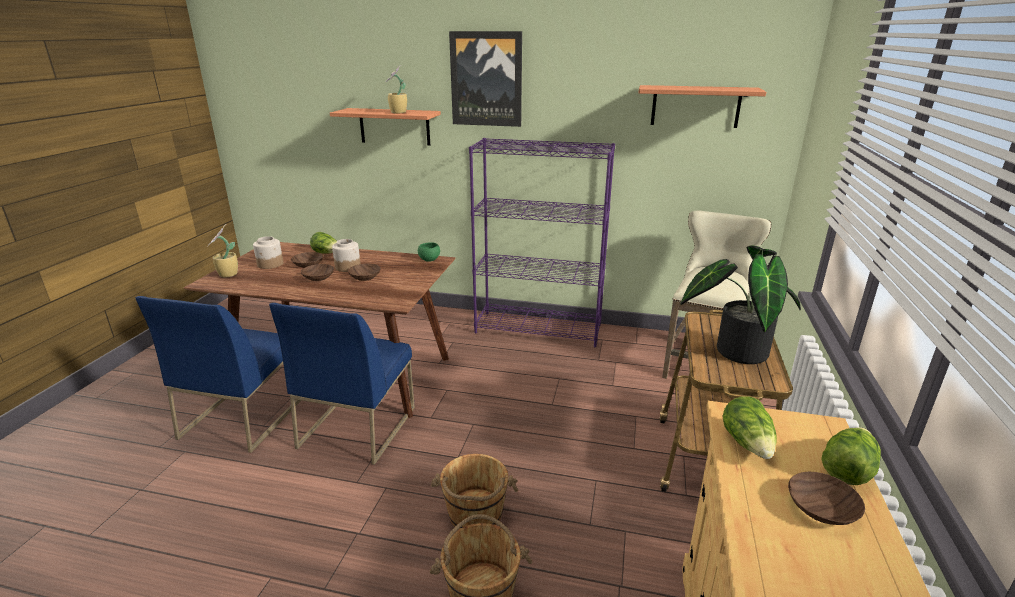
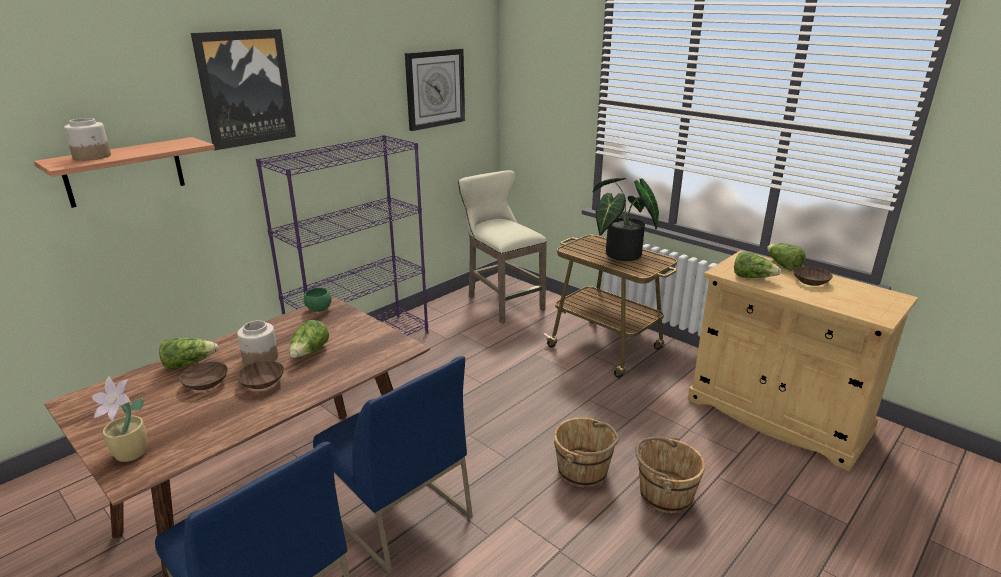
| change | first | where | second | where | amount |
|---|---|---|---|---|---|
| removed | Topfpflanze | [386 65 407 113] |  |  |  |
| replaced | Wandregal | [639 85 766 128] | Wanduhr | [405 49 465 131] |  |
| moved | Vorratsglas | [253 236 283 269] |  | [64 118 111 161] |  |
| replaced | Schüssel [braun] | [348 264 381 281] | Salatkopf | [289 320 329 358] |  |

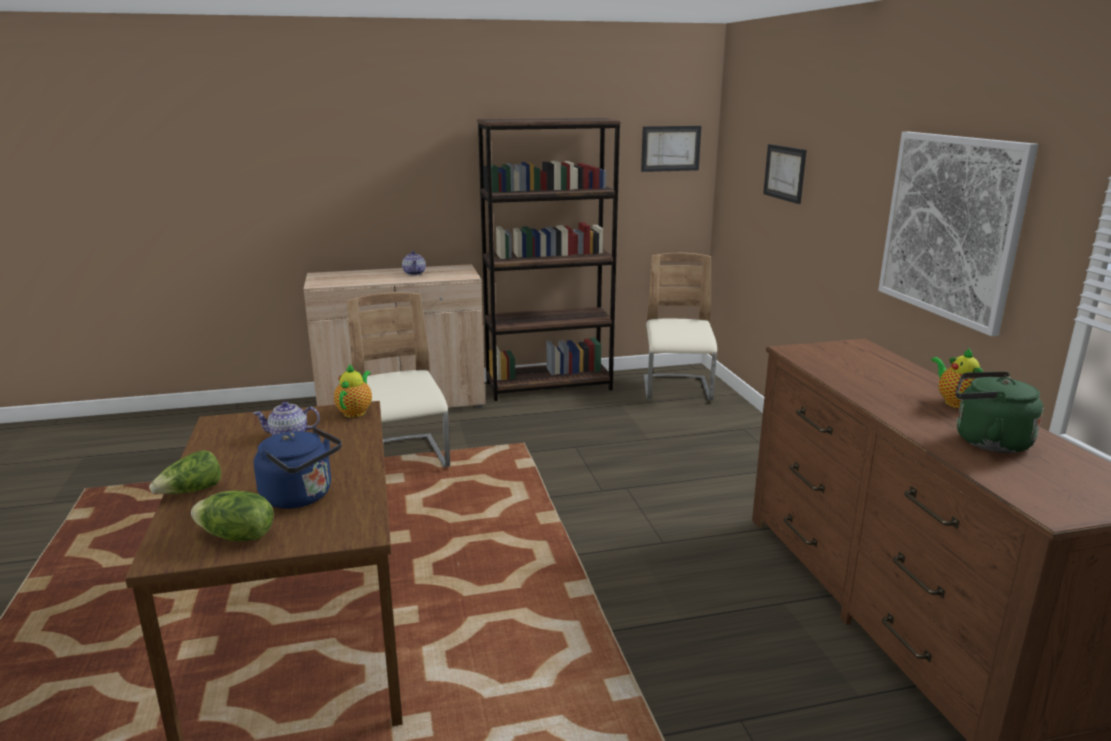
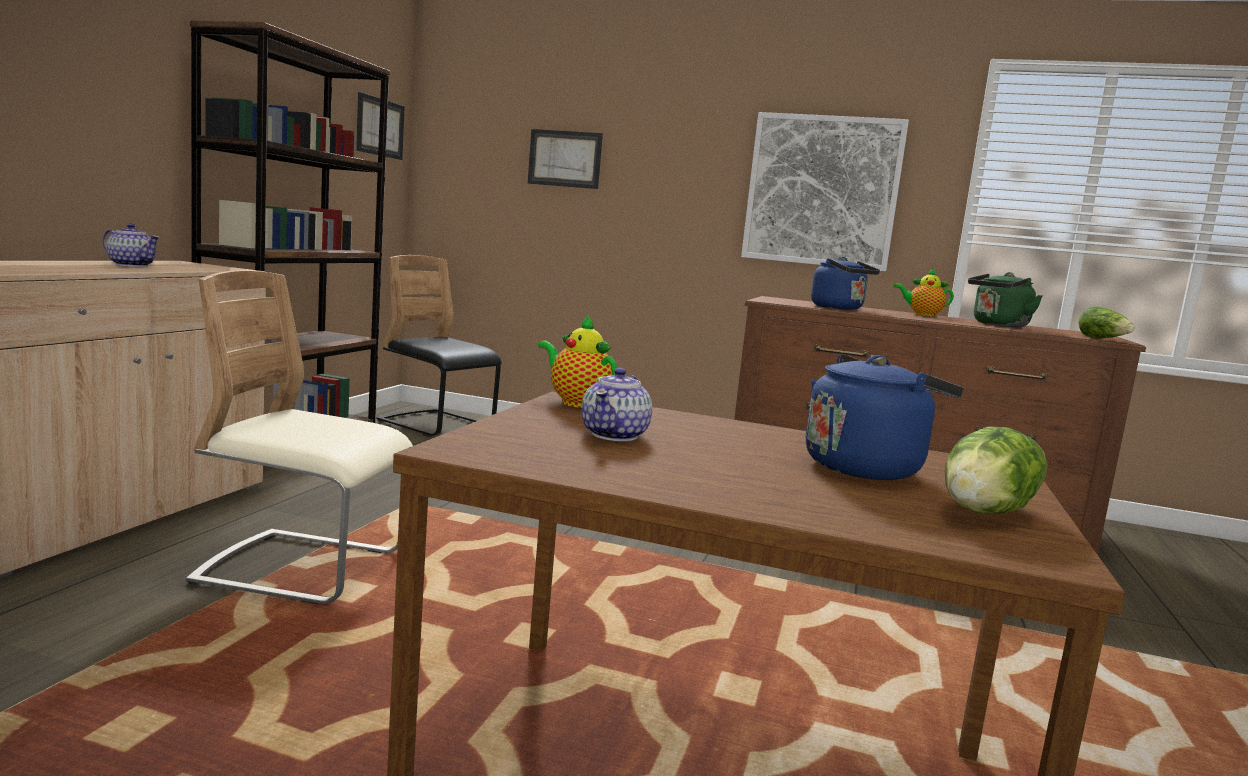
| change | first | where | second | where | amount |
|---|---|---|---|---|---|
| recoloured | Stuhl [beige] | [644 253 717 401] | Stuhl [schwarz] | [376 255 502 437] |  |
| moved | Salatkopf | [149 450 221 494] |  | [1078 306 1135 338] |  |
| added |  |  | Wasserkessel [blau] | [811 256 880 310] |  |

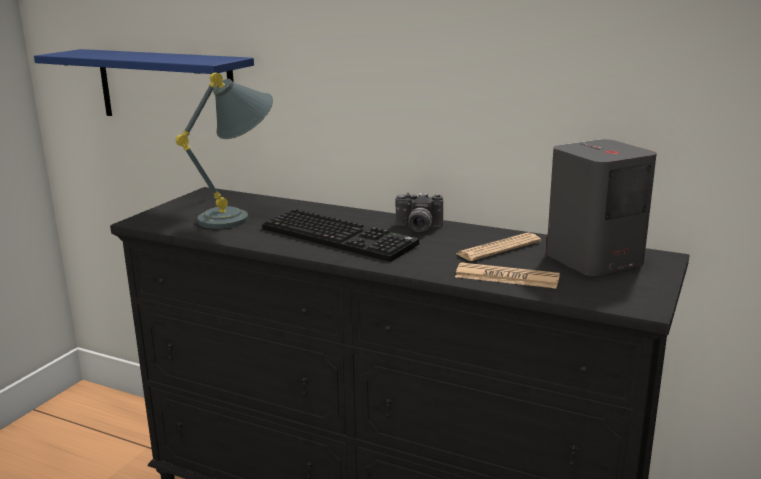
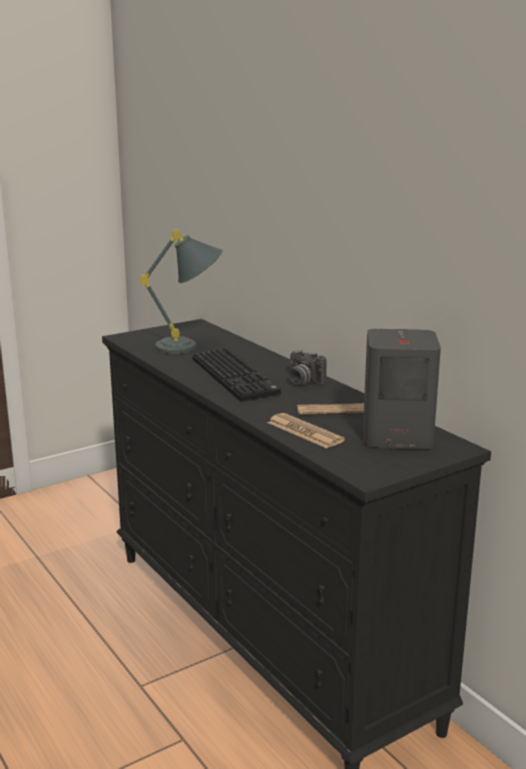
| change | first | where | second | where | amount |
|---|---|---|---|---|---|
| removed | Wandregal [blau] | [34 49 254 116] |  |  |  |

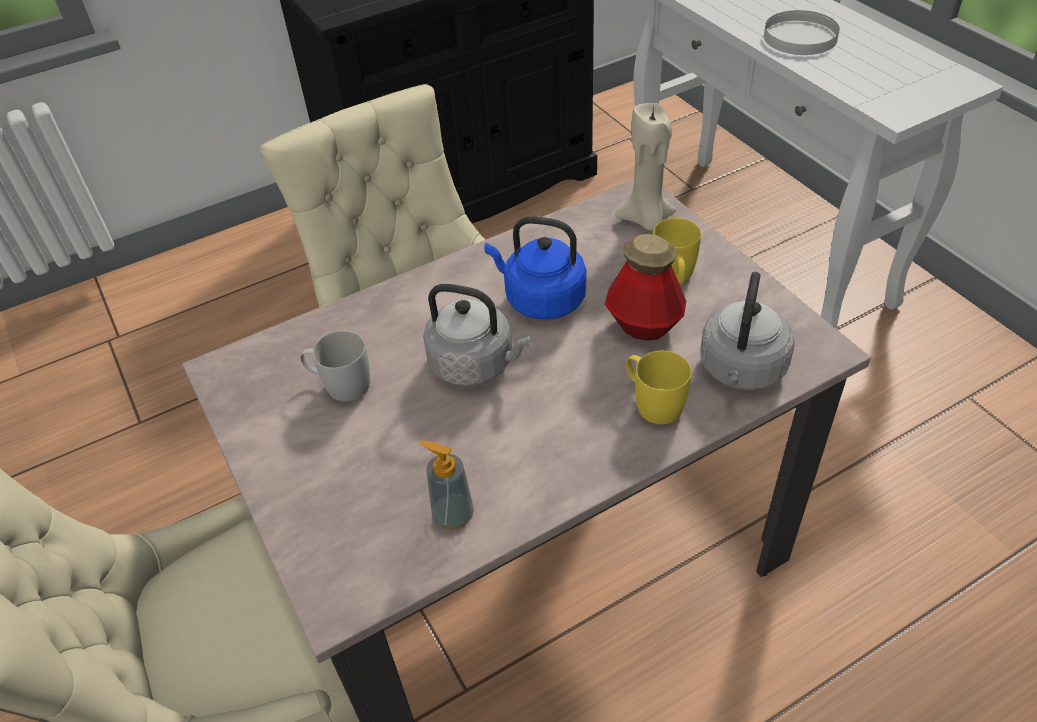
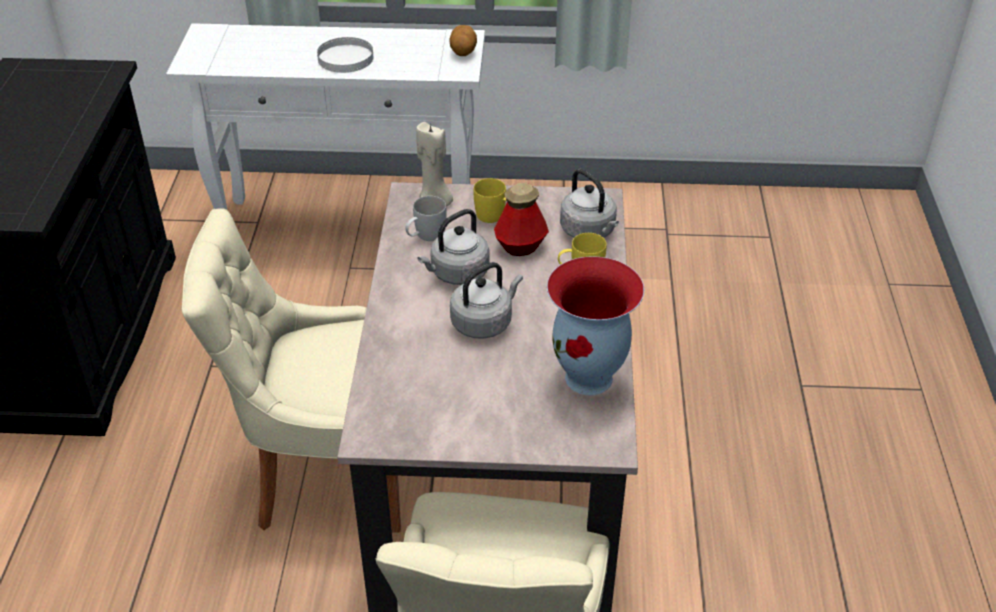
| change | first | where | second | where | amount |
|---|---|---|---|---|---|
| recoloured | Wasserkessel [blau] | [484 216 586 320] | Wasserkessel [grau] | [418 209 490 285] |  |
| moved | Henkelbecher [weiß] | [300 331 370 402] |  | [405 196 446 241] |  |
| replaced | Seifenspender | [419 440 474 530] | Vase | [547 256 644 395] |  |
| added |  |  | Kartoffel | [449 25 477 56] |  |

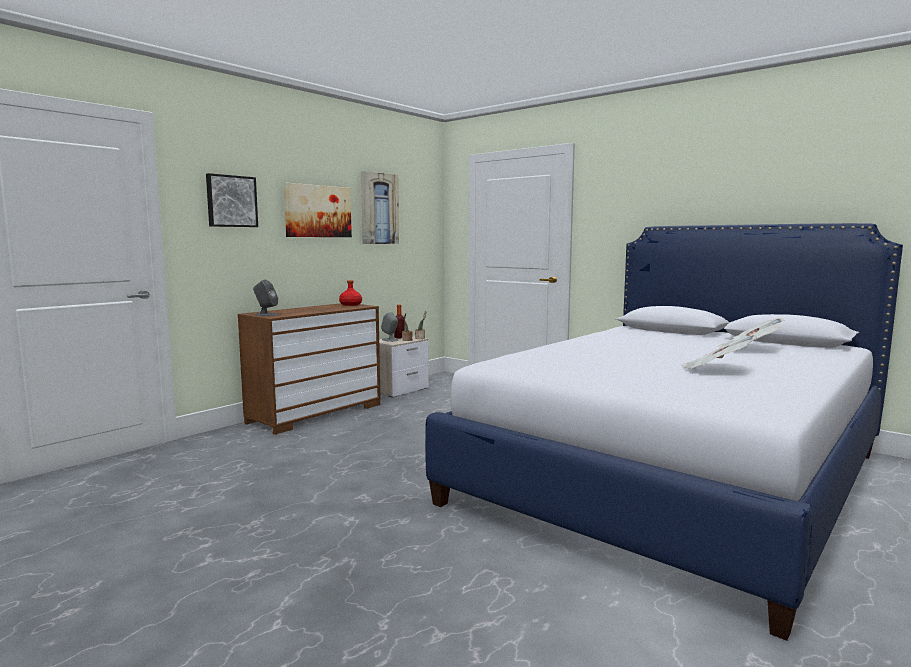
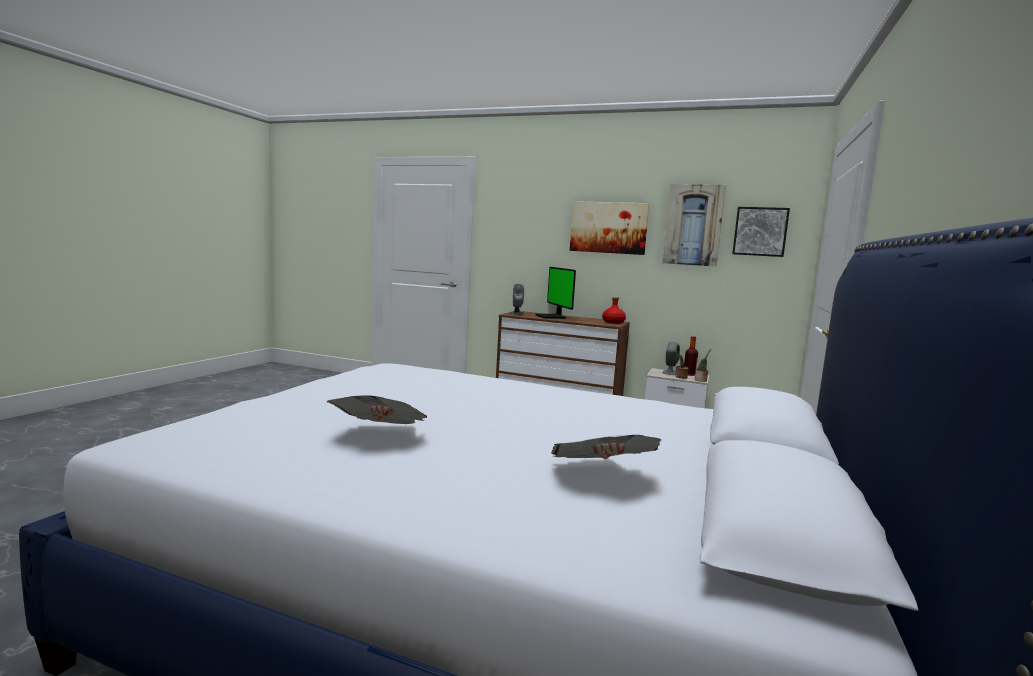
| change | first | where | second | where | amount |
|---|---|---|---|---|---|
| moved | Bild | [206 173 258 227] |  | [732 207 790 257] |  |
| added |  |  | Monitor | [536 267 576 319] |  |

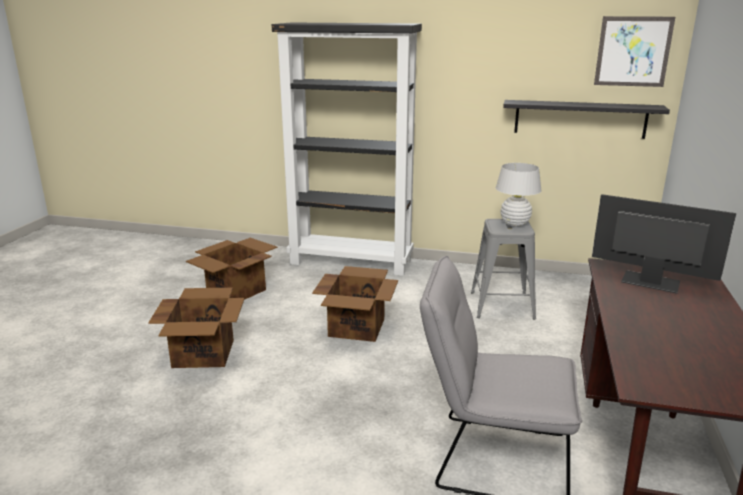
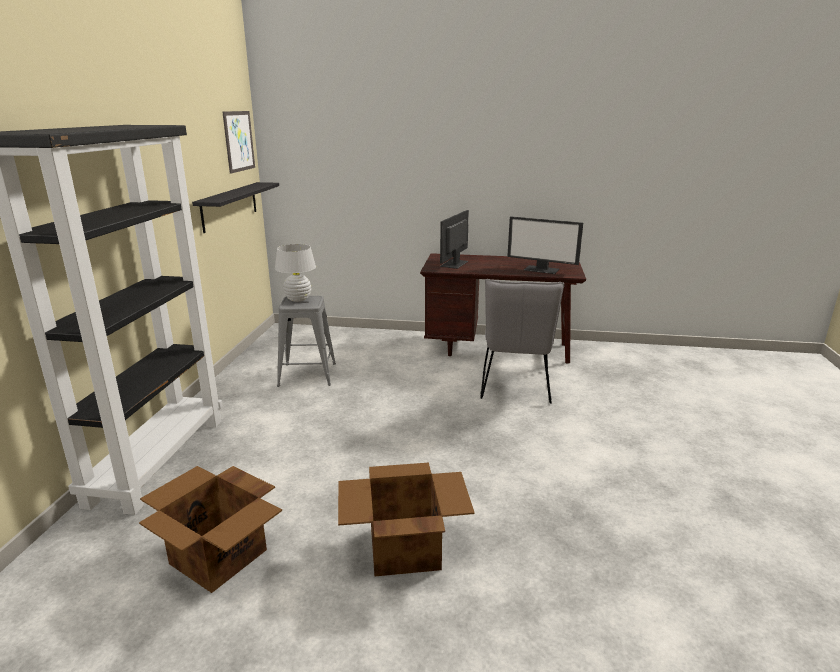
| change | first | where | second | where | amount |
|---|---|---|---|---|---|
| removed | Karton | [312 266 398 342] |  |  |  |
| added |  |  | Monitor | [507 216 583 274] |  |

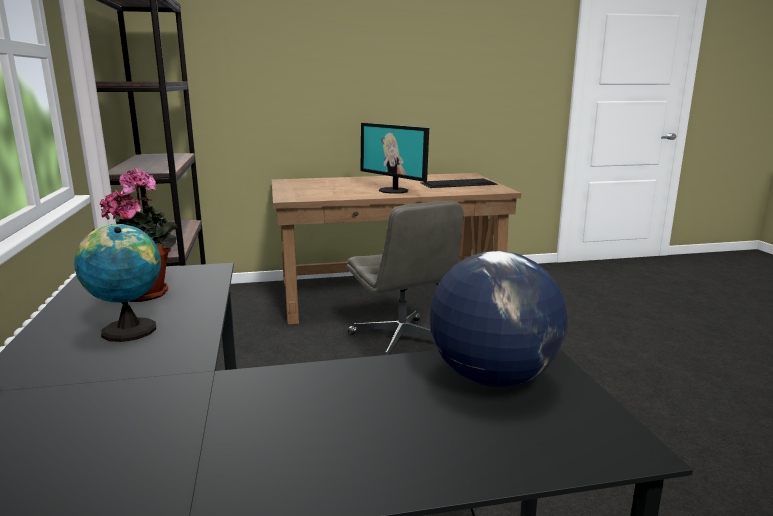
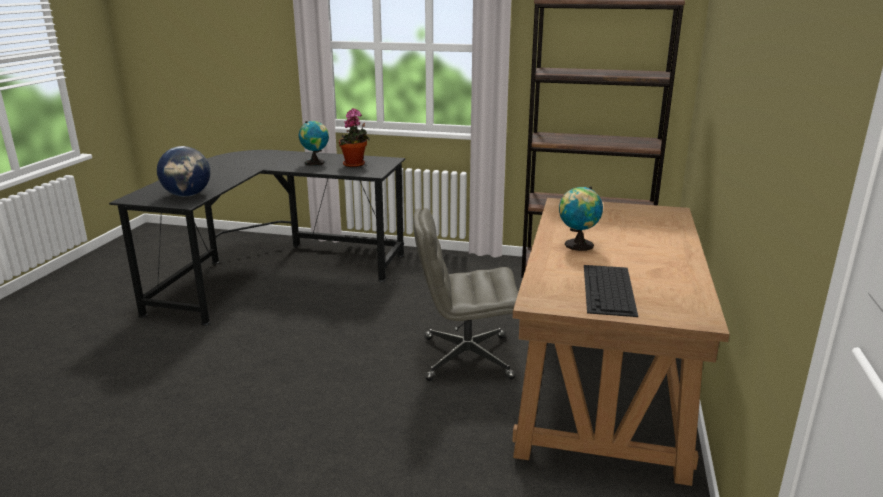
| change | first | where | second | where | amount |
|---|---|---|---|---|---|
| replaced | Monitor | [360 123 429 194] | Globus | [559 186 603 251] |  |

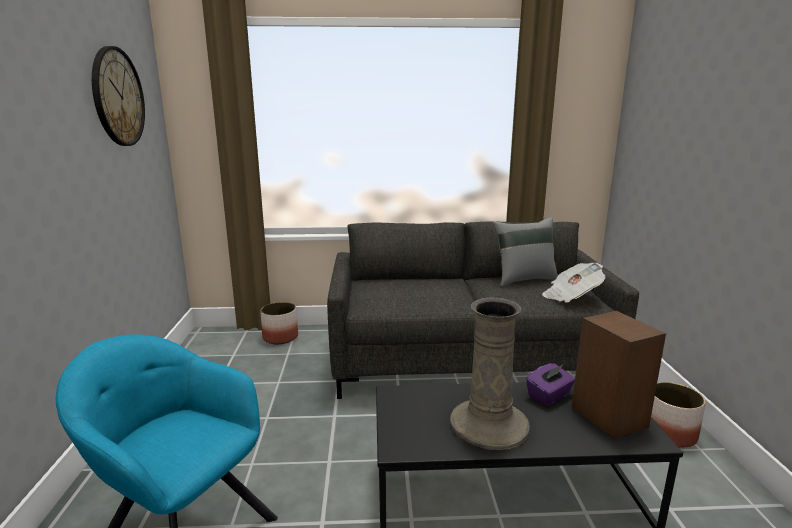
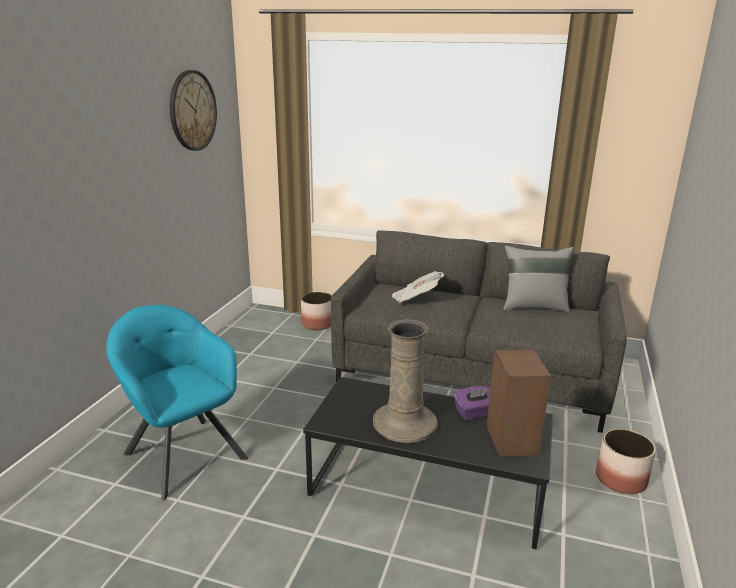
| change | first | where | second | where | amount |
|---|---|---|---|---|---|
| moved | Zeitung | [542 263 605 303] |  | [392 271 444 303] |  |

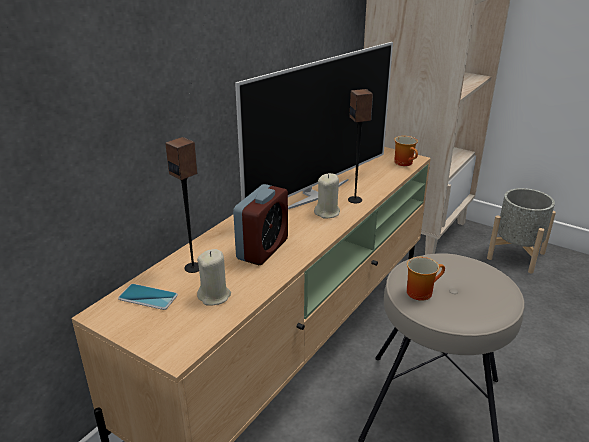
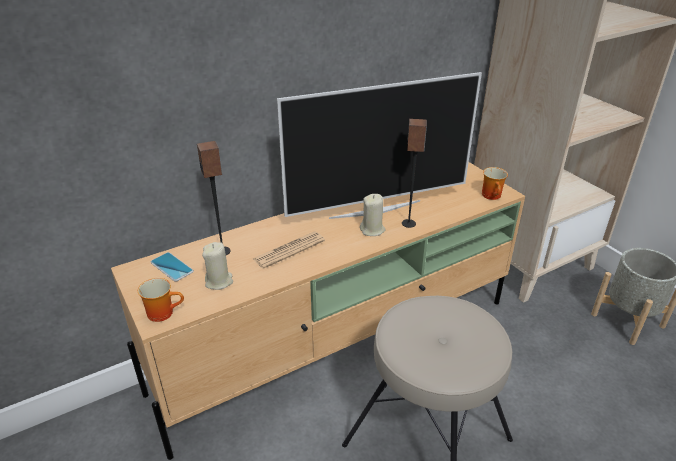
| change | first | where | second | where | amount |
|---|---|---|---|---|---|
| replaced | Wecker | [233 184 288 265] | Zeitung | [253 231 325 269] |  |
| moved | Henkelbecher | [407 257 445 301] |  | [138 278 184 322] |  |

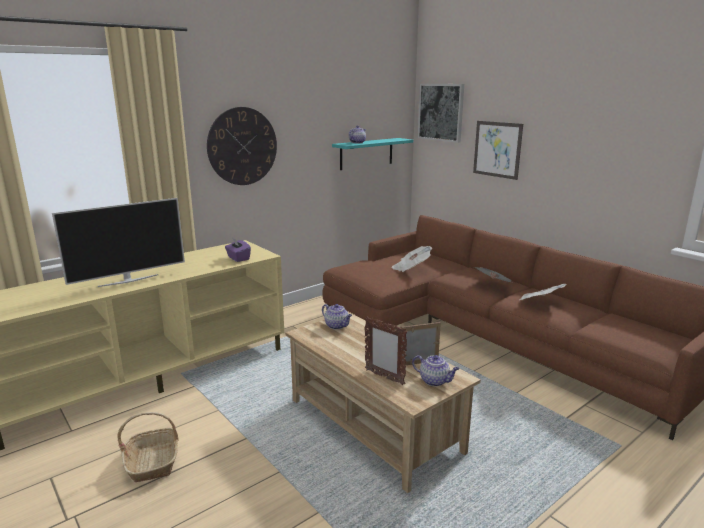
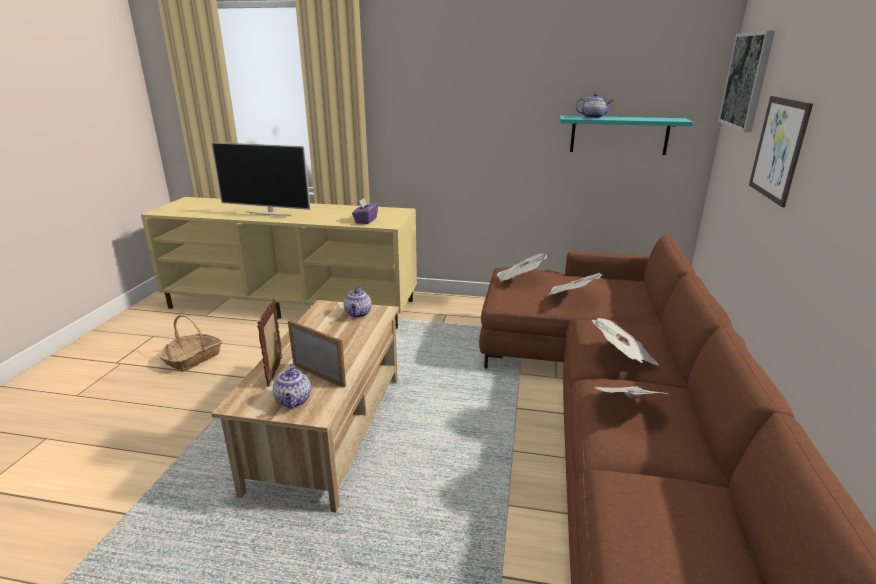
| change | first | where | second | where | amount |
|---|---|---|---|---|---|
| removed | Wanduhr | [207 107 277 185] |  |  |  |
| added |  |  | Zeitung | [497 253 547 282] |  |

